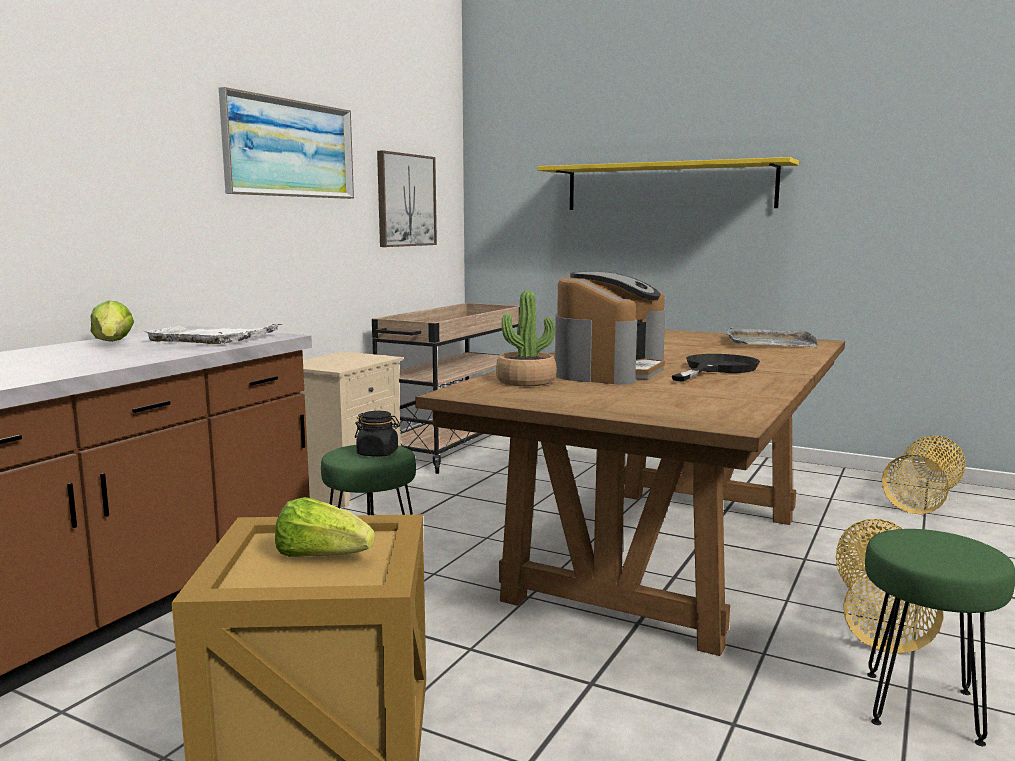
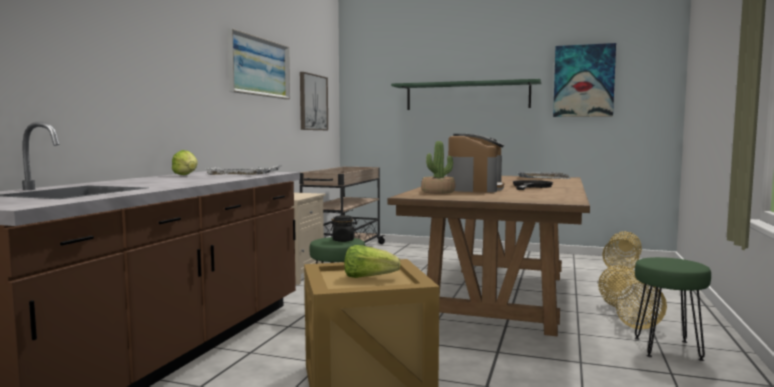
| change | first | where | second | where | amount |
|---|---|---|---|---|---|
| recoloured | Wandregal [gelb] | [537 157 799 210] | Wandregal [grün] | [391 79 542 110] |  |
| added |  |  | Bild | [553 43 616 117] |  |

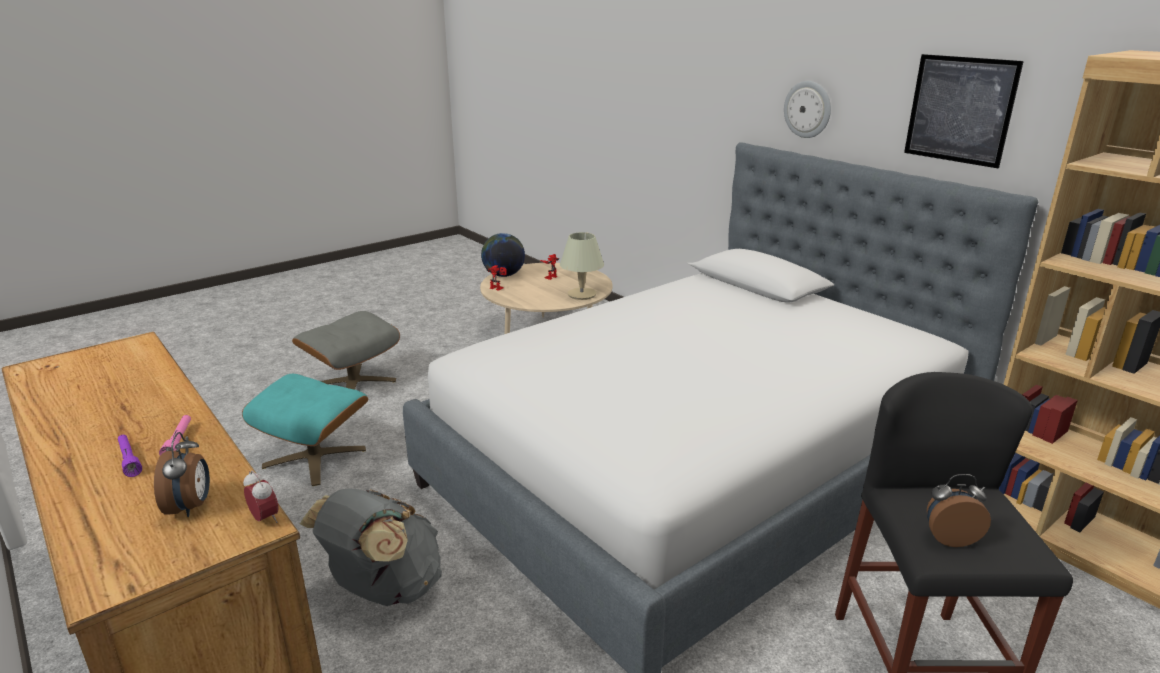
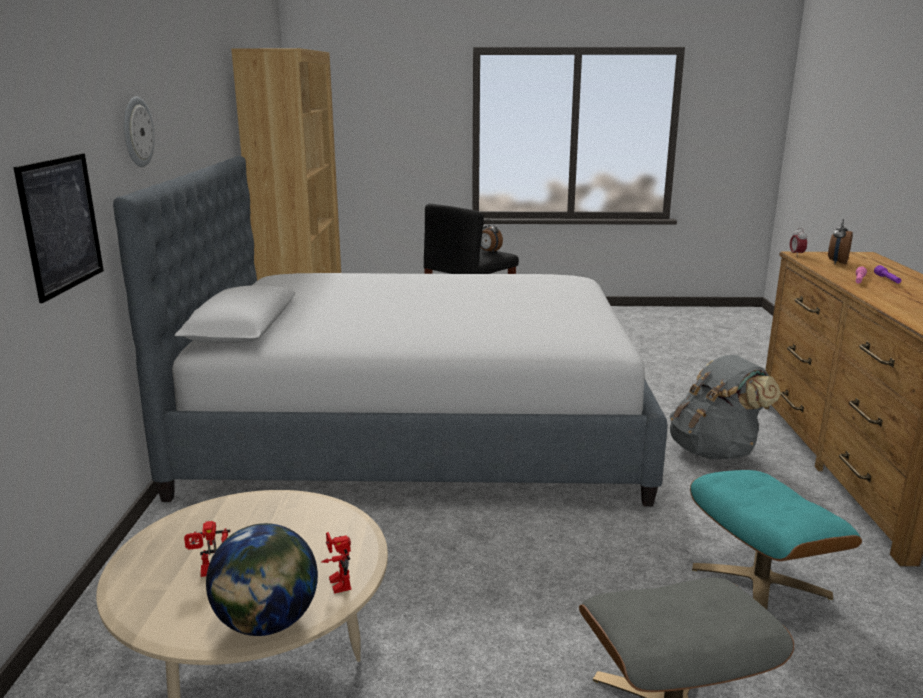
| change | first | where | second | where | amount |
|---|---|---|---|---|---|
| moved | Bild | [904 54 1024 168] |  | [13 153 104 303] |  |
| removed | Tischlampe [beige] | [560 232 604 300] |  |  |  |

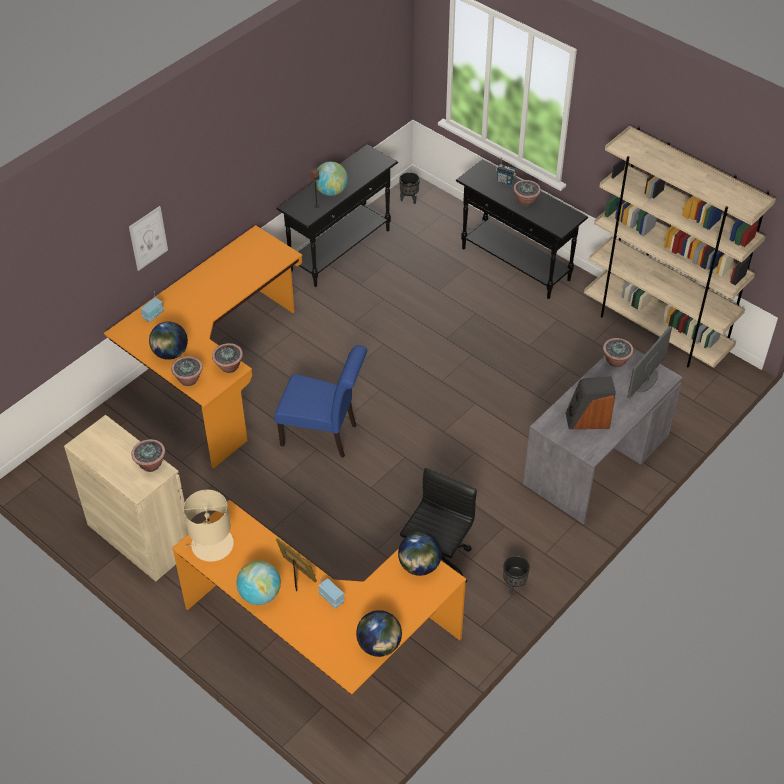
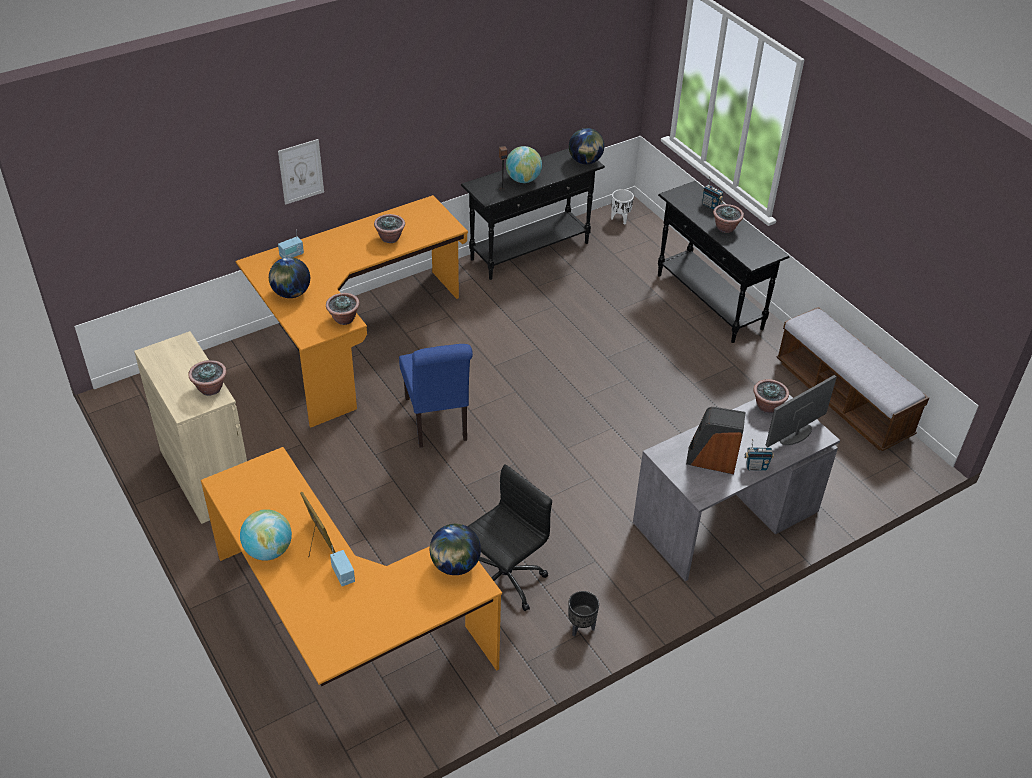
| change | first | where | second | where | amount |
|---|---|---|---|---|---|
| replaced | Bücherregal [beige] | [584 126 776 368] | Bank | [777 307 929 451] |  |
| recoloured | Pflanzkübel [schwarz] | [399 172 420 204] | Pflanzkübel [weiß] | [611 189 634 225] |  |
| turned | Stuhl [blau] | [274 345 367 458] |  | [399 344 473 448] | 45 degrees clockwise |
| moved | Topfpflanze | [171 356 203 386] |  | [374 214 405 243] |  |
| removed | Tischlampe [beige] | [183 490 234 562] |  |  |  |
| moved | Globus | [356 610 402 657] |  | [569 128 604 164] |  |
| added |  |  | Radio | [744 439 774 471] |  |

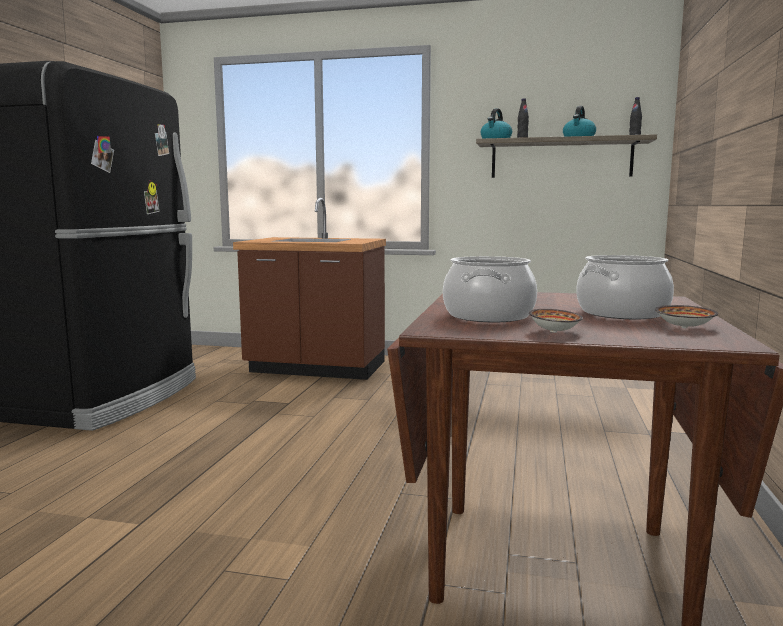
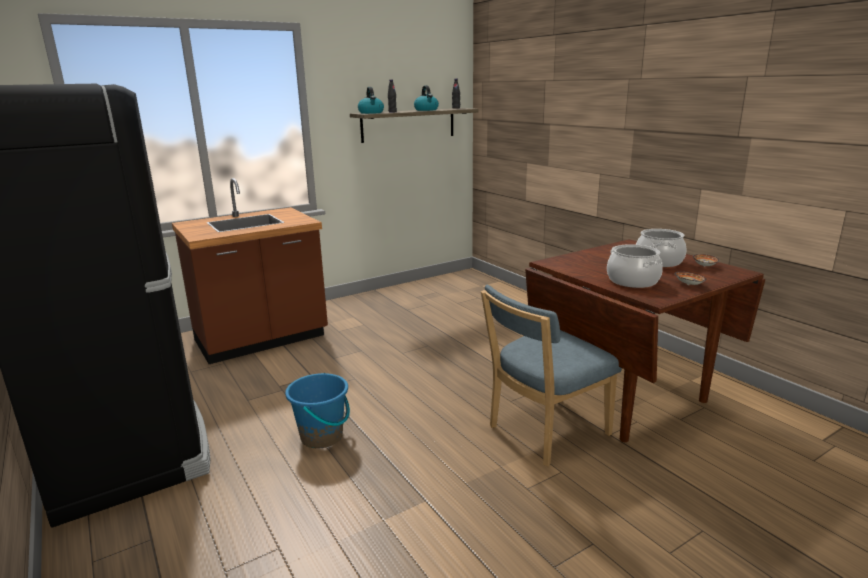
| change | first | where | second | where | amount |
|---|---|---|---|---|---|
| added |  |  | Stuhl [blau] | [481 284 622 466] |  |
| added |  |  | Eimer [blau] | [285 373 350 449] |  |

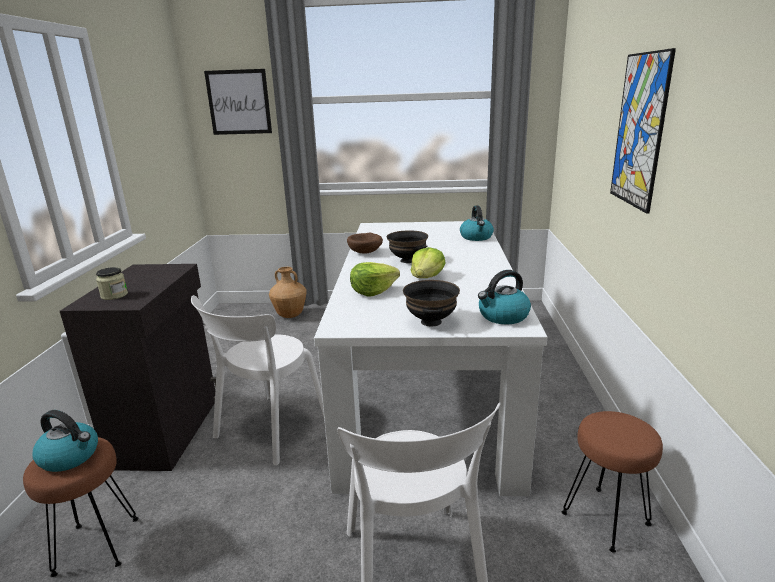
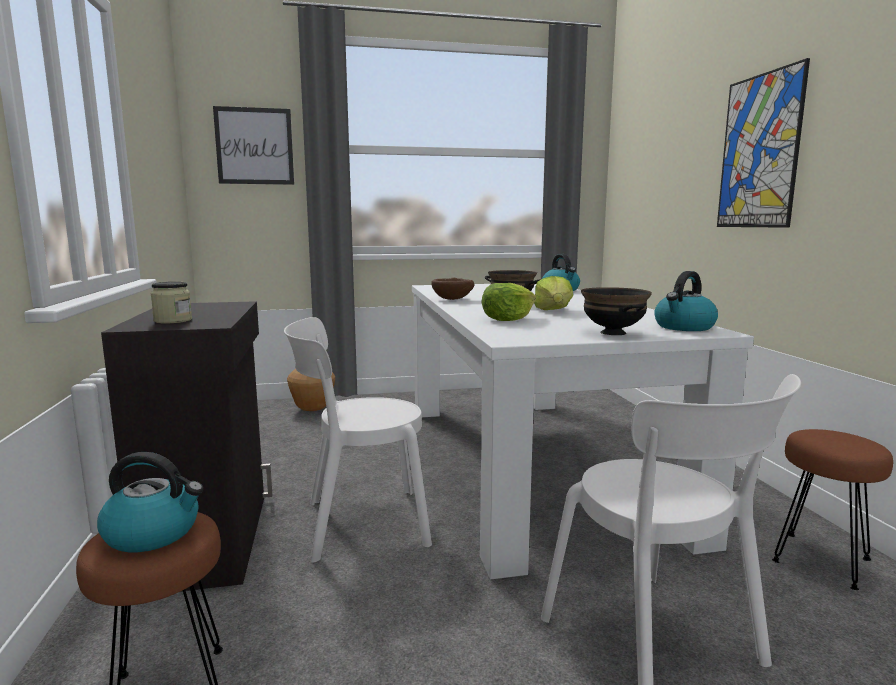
| change | first | where | second | where | amount |
|---|---|---|---|---|---|
| turned | Stuhl [weiß] | [191 295 324 465] |  | [284 317 432 562] | 60 degrees clockwise |

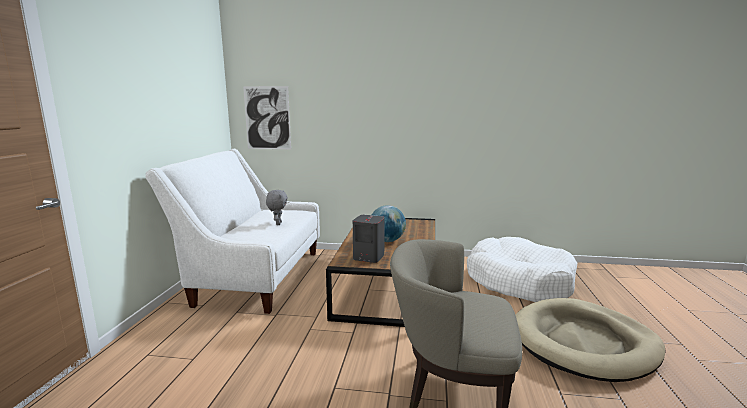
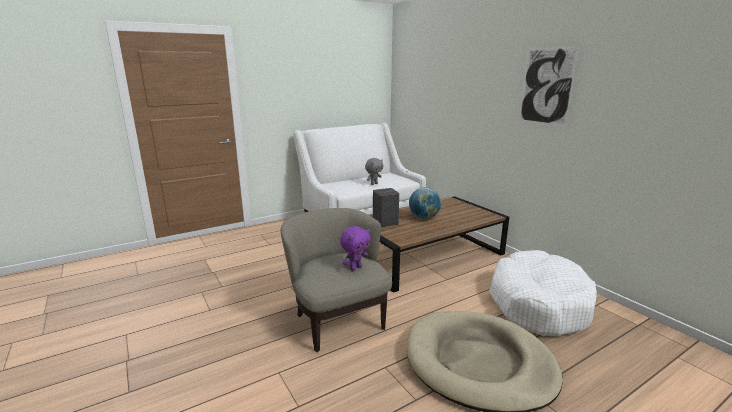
| change | first | where | second | where | amount |
|---|---|---|---|---|---|
| moved | Bild | [243 86 291 149] |  | [519 46 579 127] |  |
| added |  |  | Plüschtier [lila] | [340 226 371 271] |  |

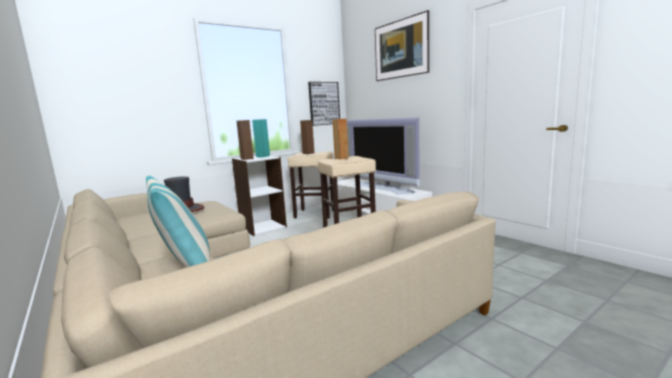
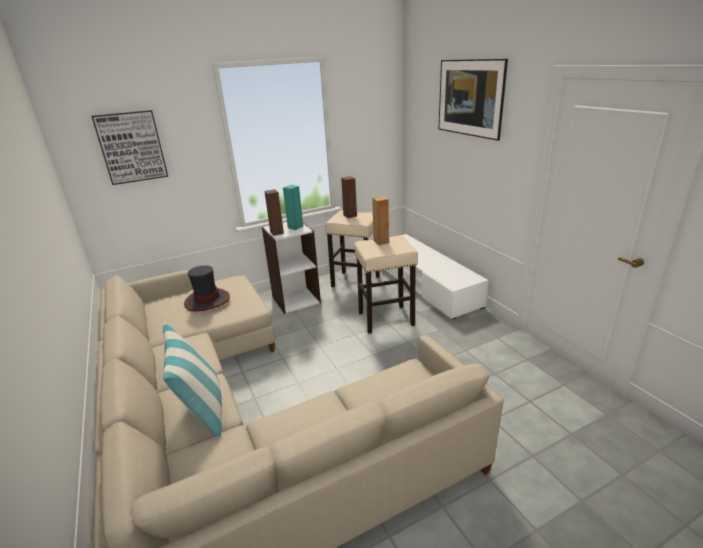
| change | first | where | second | where | amount |
|---|---|---|---|---|---|
| moved | Bild | [308 82 340 126] |  | [91 110 168 185] |  |
| removed | Fernseher | [347 117 420 195] |  |  |  |

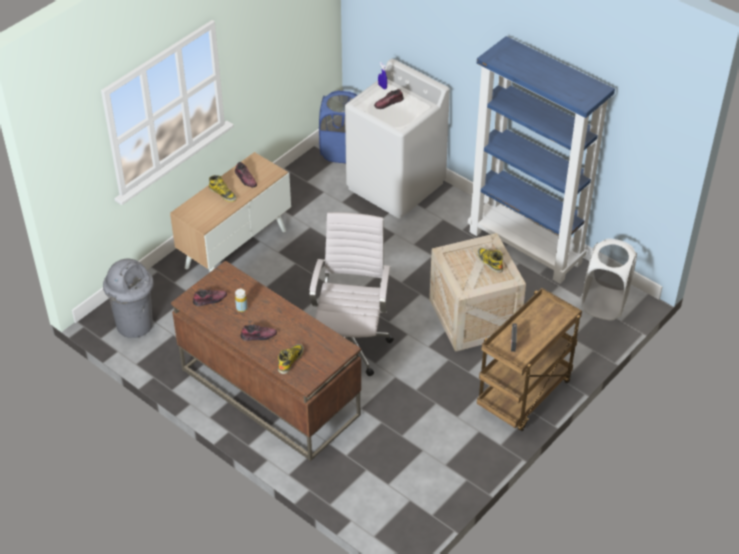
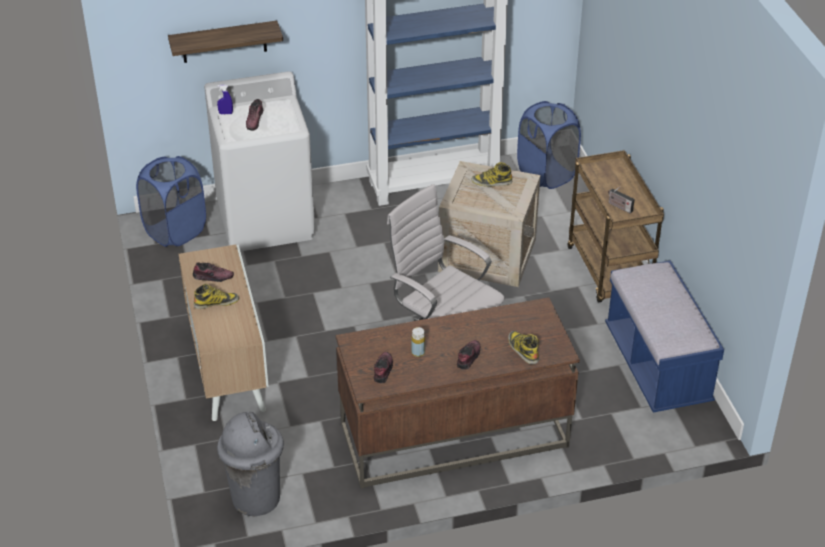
| change | first | where | second | where | amount |
|---|---|---|---|---|---|
| recoloured | Wäschekorb [weiß] | [581 239 637 321] | Wäschekorb [blau] | [517 101 581 189] |  |
| added |  |  | Wandregal | [168 21 283 63] |  |
| added |  |  | Bank [blau] | [605 260 724 413] |  |

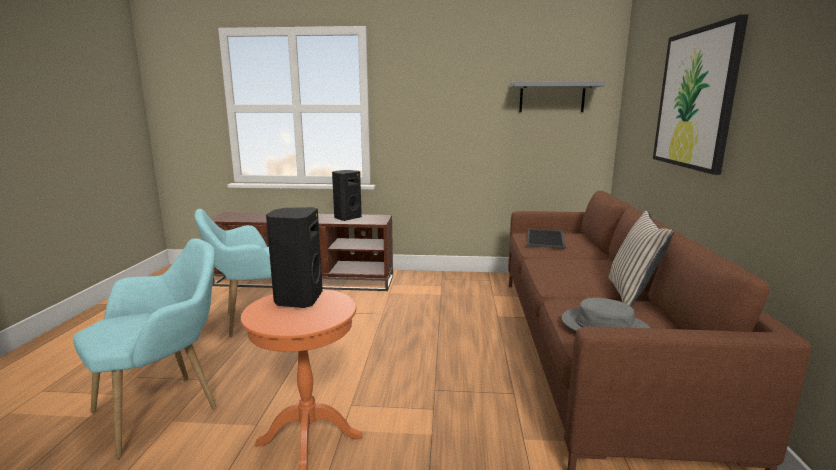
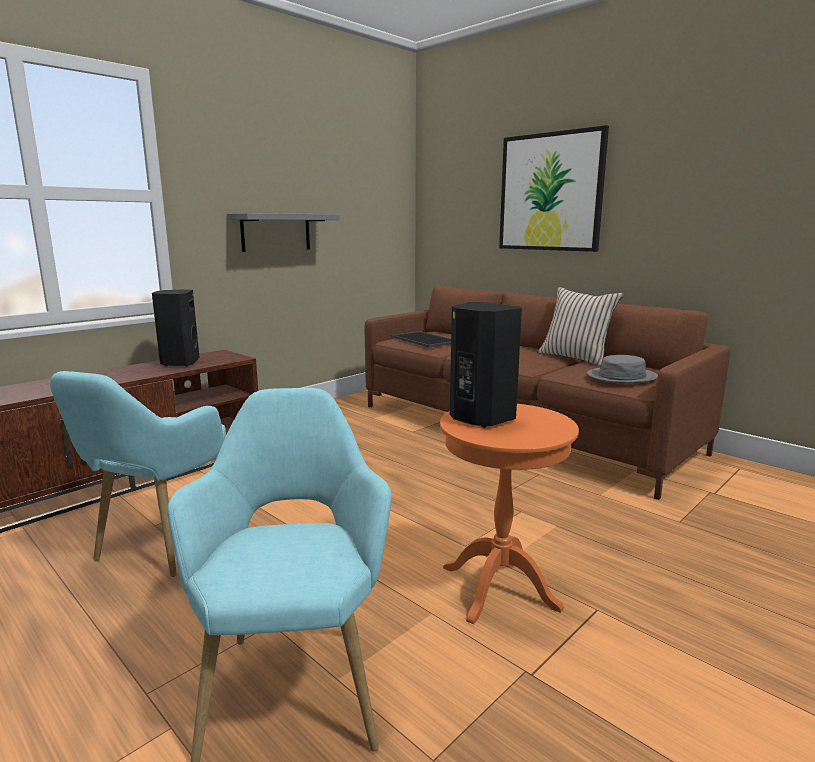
| change | first | where | second | where | amount |
|---|---|---|---|---|---|
| moved | Wandregal [grau] | [510 81 606 112] |  | [227 213 340 252] |  |

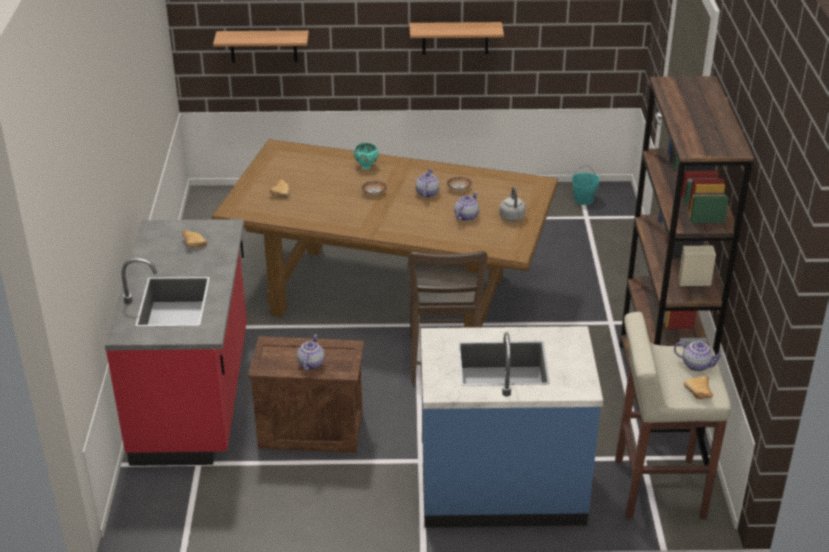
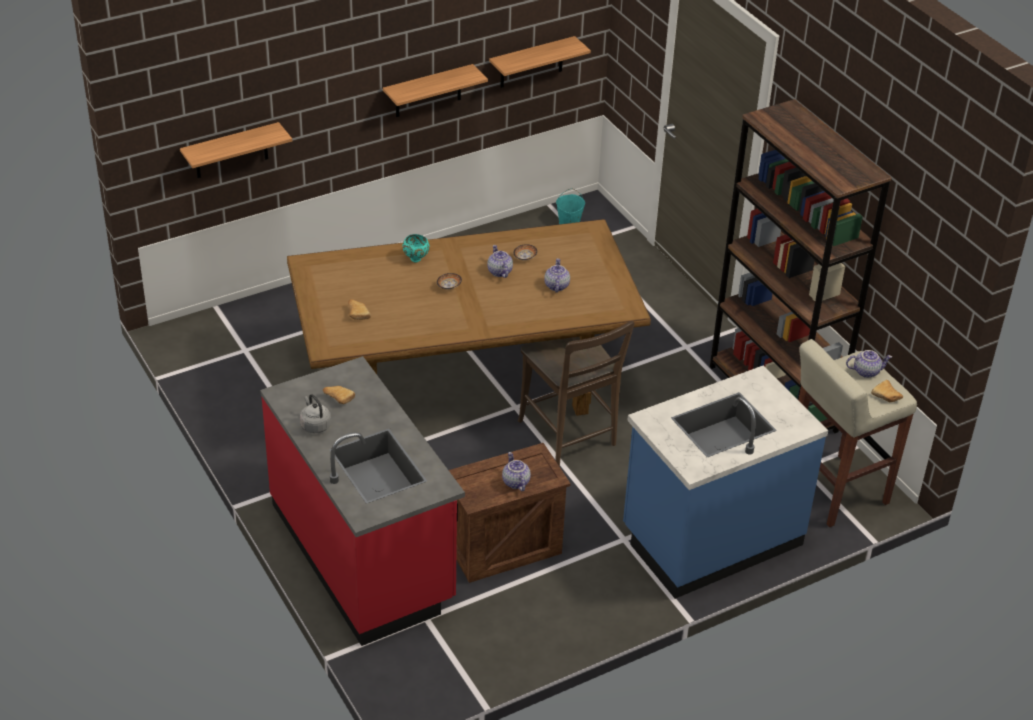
| change | first | where | second | where | amount |
|---|---|---|---|---|---|
| moved | Wasserkessel [grau] | [499 187 526 222] |  | [300 394 331 433] |  |
| added |  |  | Wandregal | [489 36 591 88] |  |

